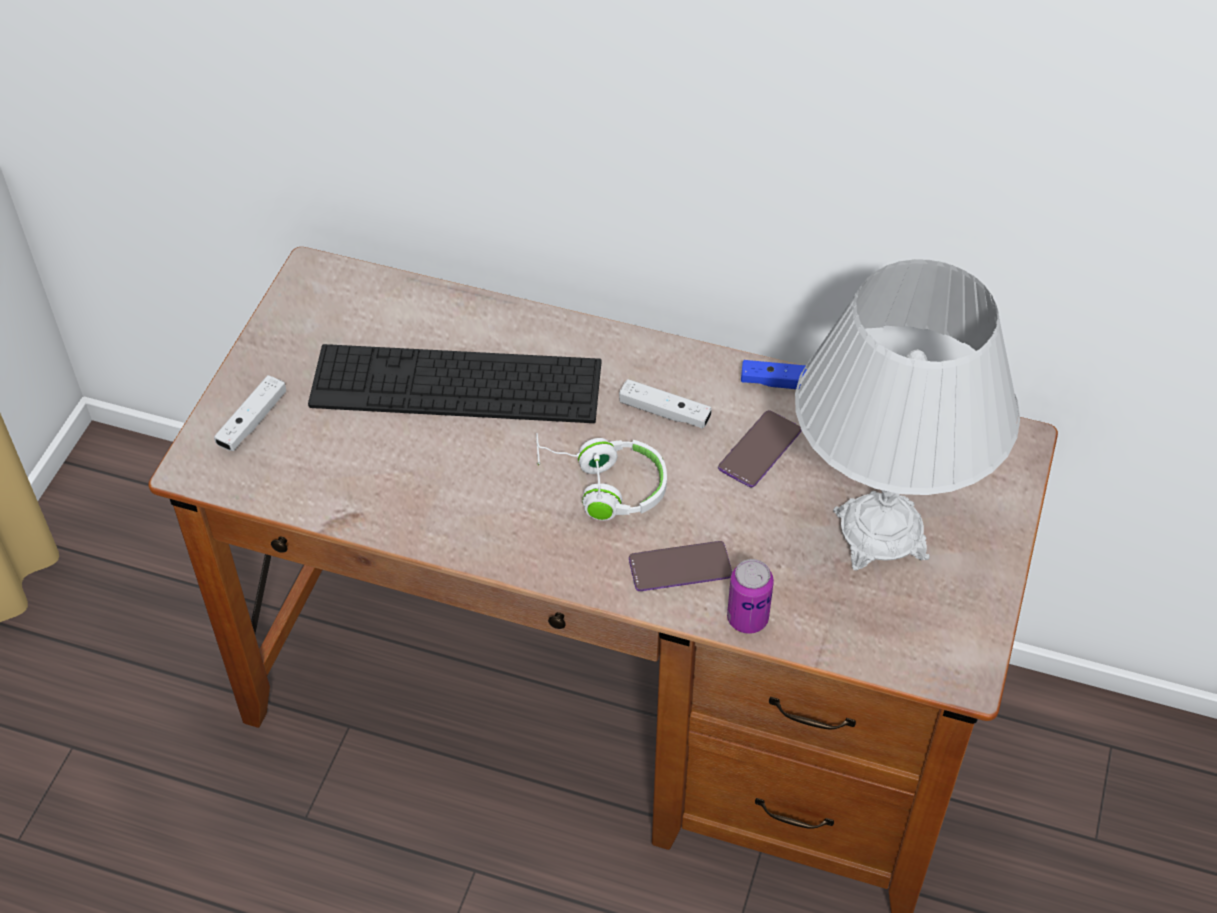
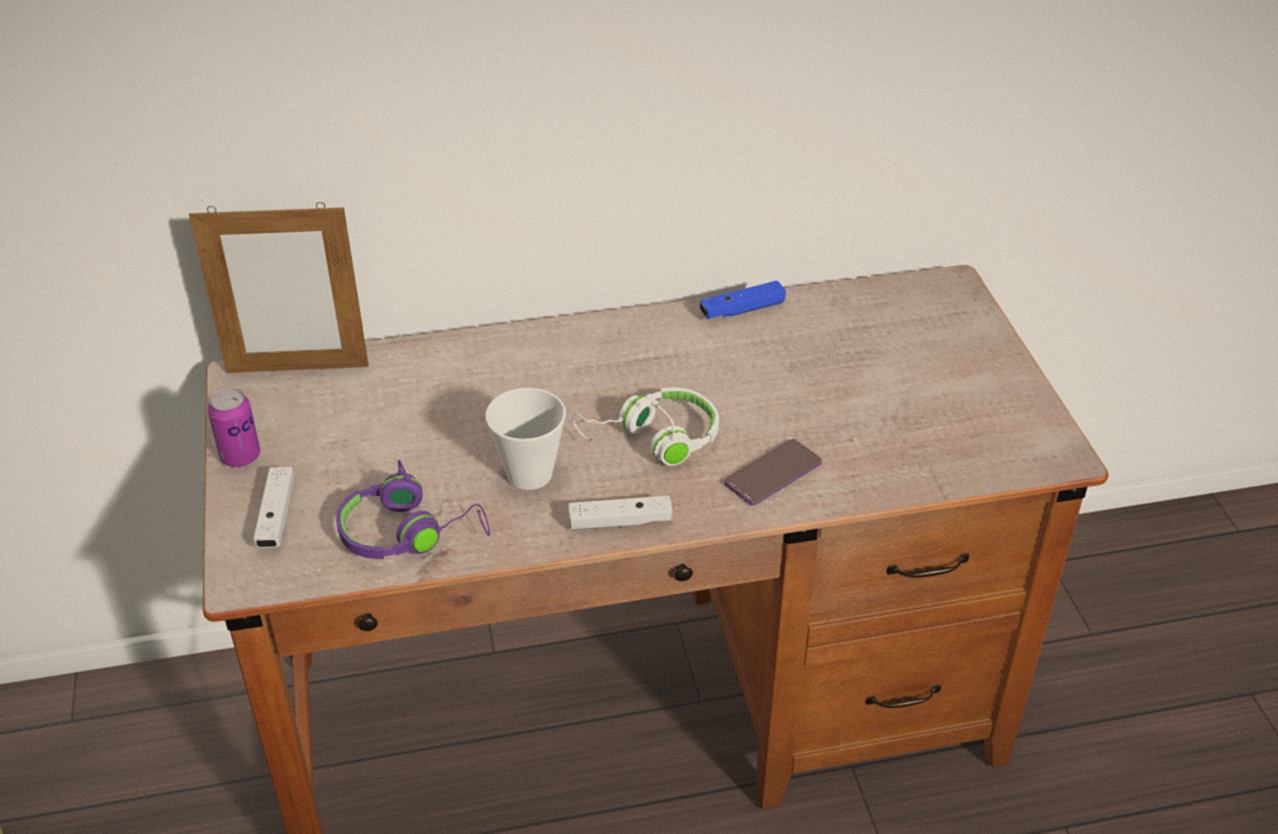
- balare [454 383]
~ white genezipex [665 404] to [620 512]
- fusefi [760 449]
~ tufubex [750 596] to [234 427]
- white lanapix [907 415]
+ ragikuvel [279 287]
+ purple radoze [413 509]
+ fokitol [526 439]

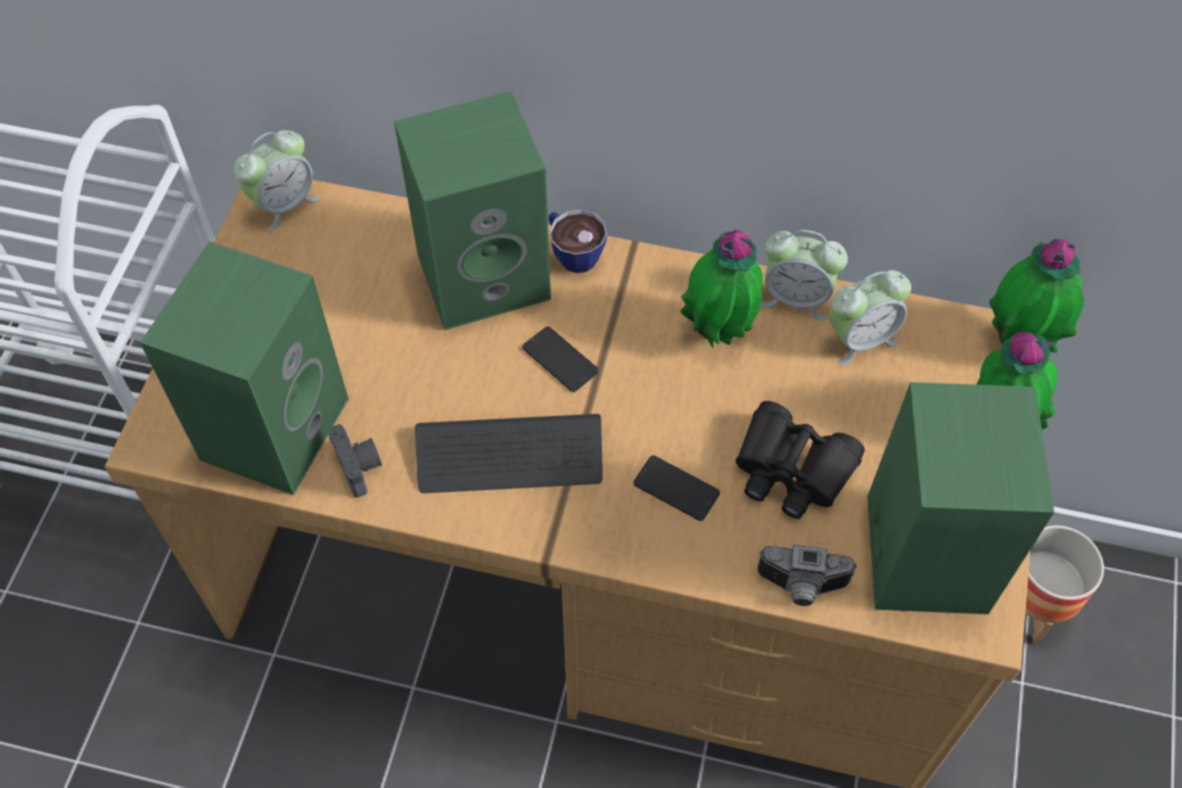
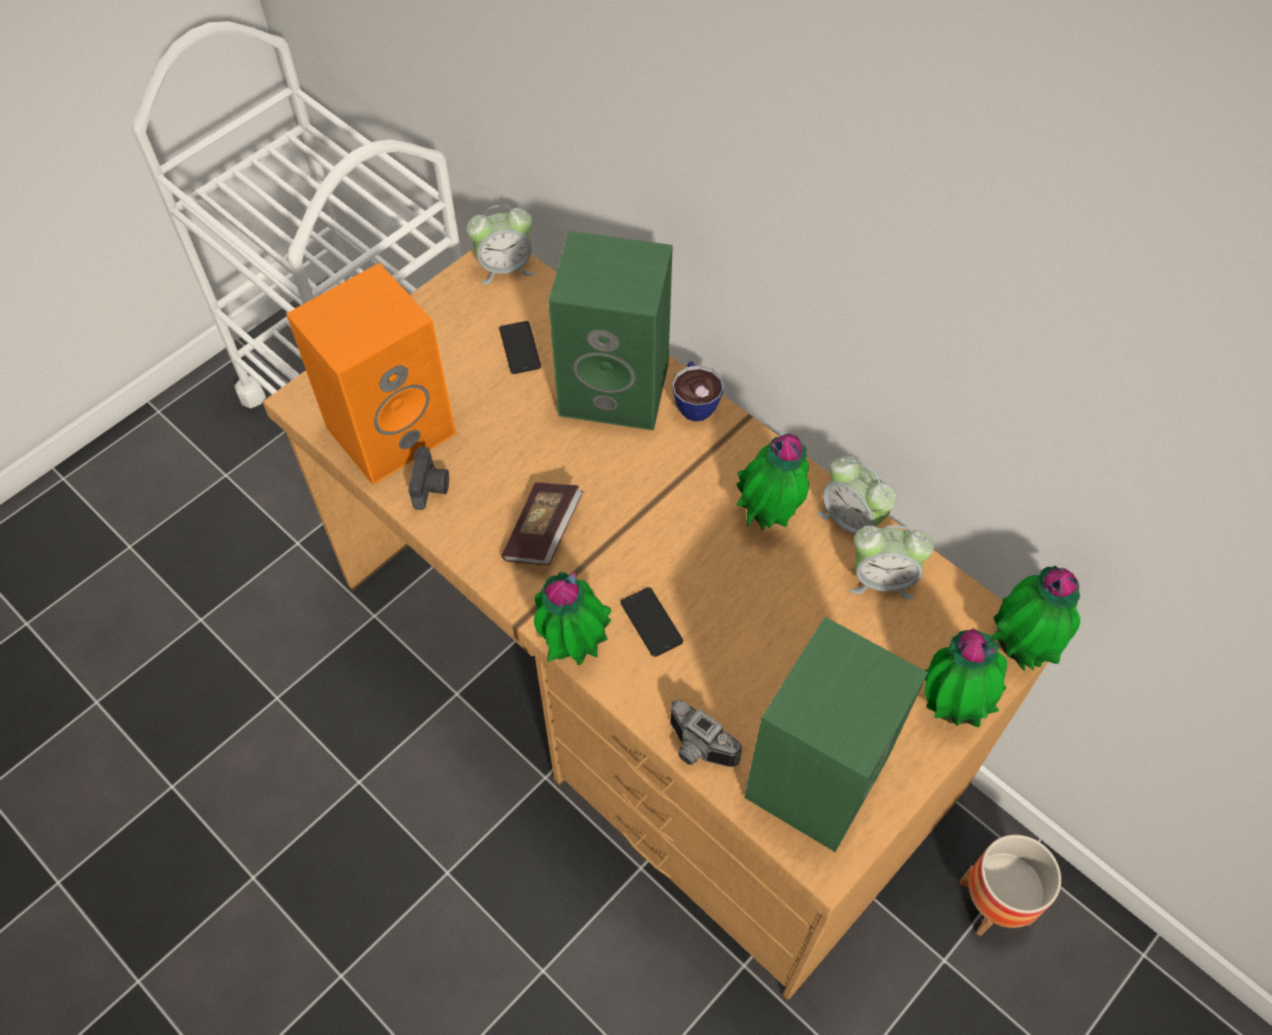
~ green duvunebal [244 368] to orange duvunebal [371 374]
~ balare [509 453] to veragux [542 524]
~ fusefi [560 359] to [520 347]
- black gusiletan [800 460]
+ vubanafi [572 618]

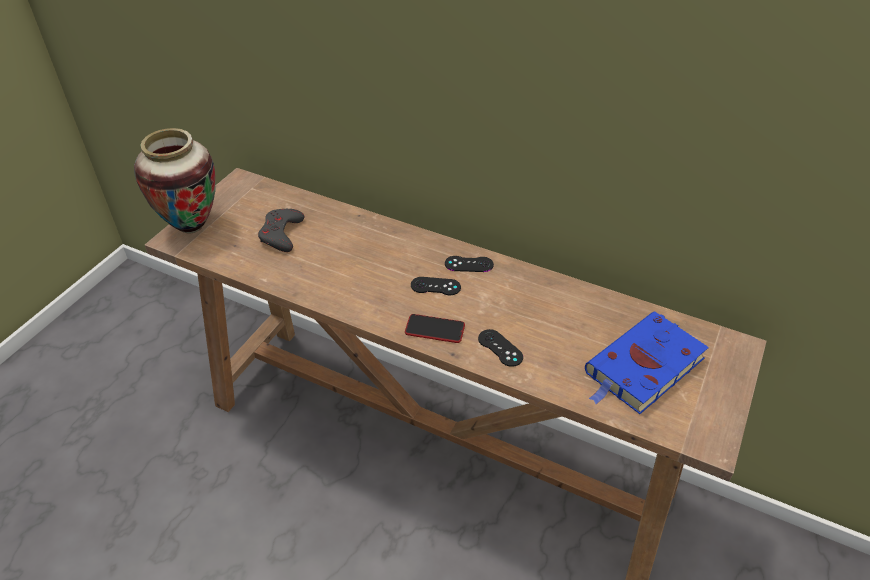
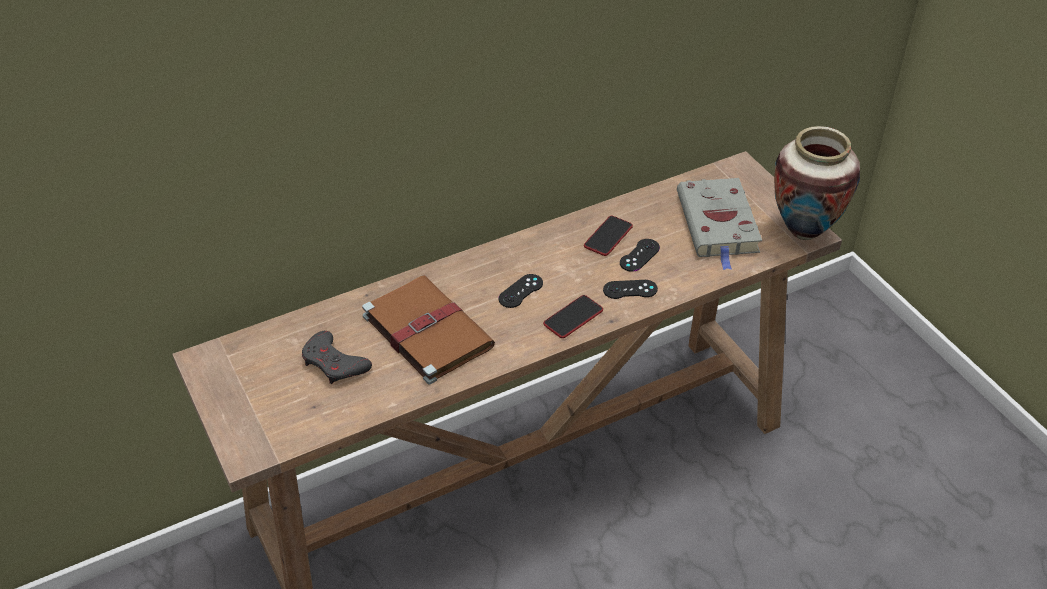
~ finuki [175 181] to [817 183]
~ black genezipex [469 264] to [640 255]
~ blue veragux [647 362] to grey veragux [719 224]
+ brown veragux [428 329]
+ fusefi [608 236]

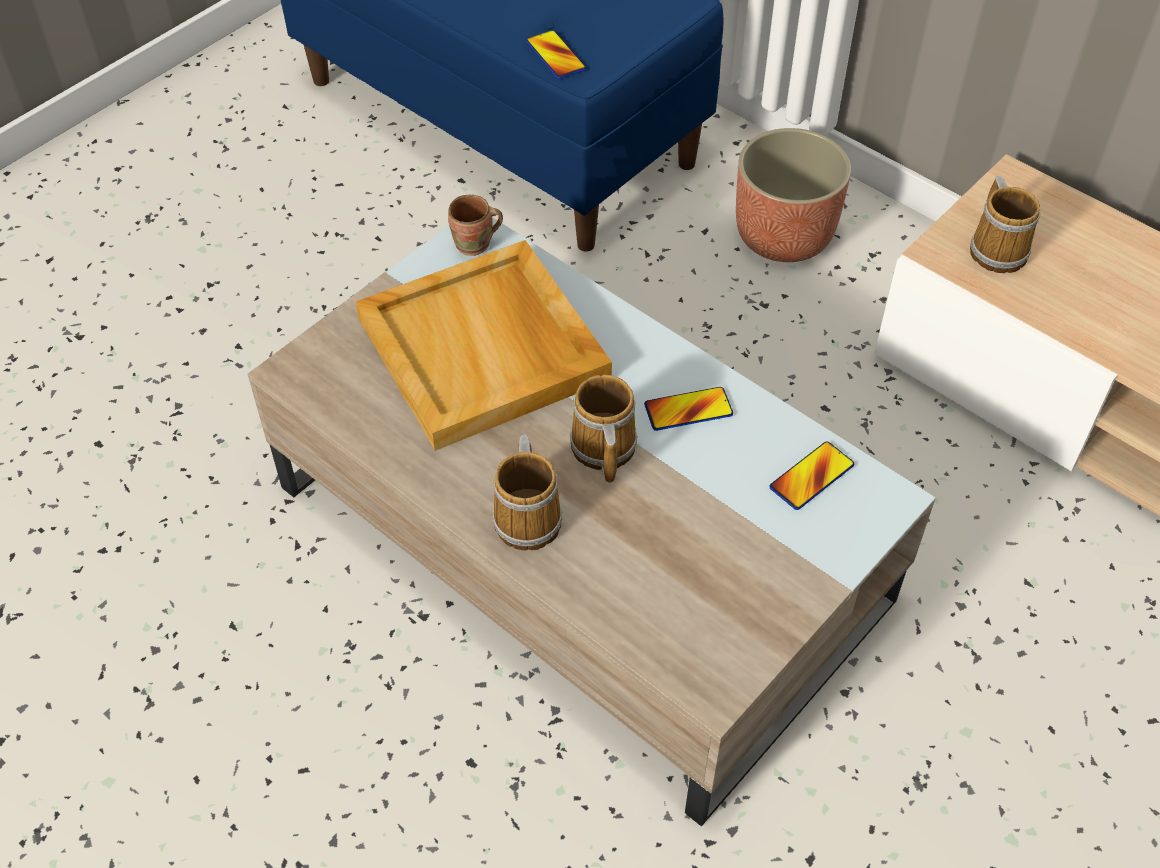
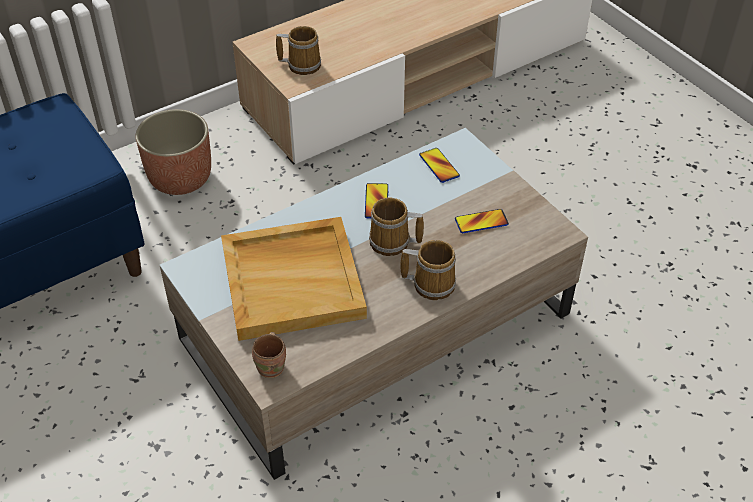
~ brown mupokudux [475 225] to [269 355]
~ fusefi [556 54] to [482 221]

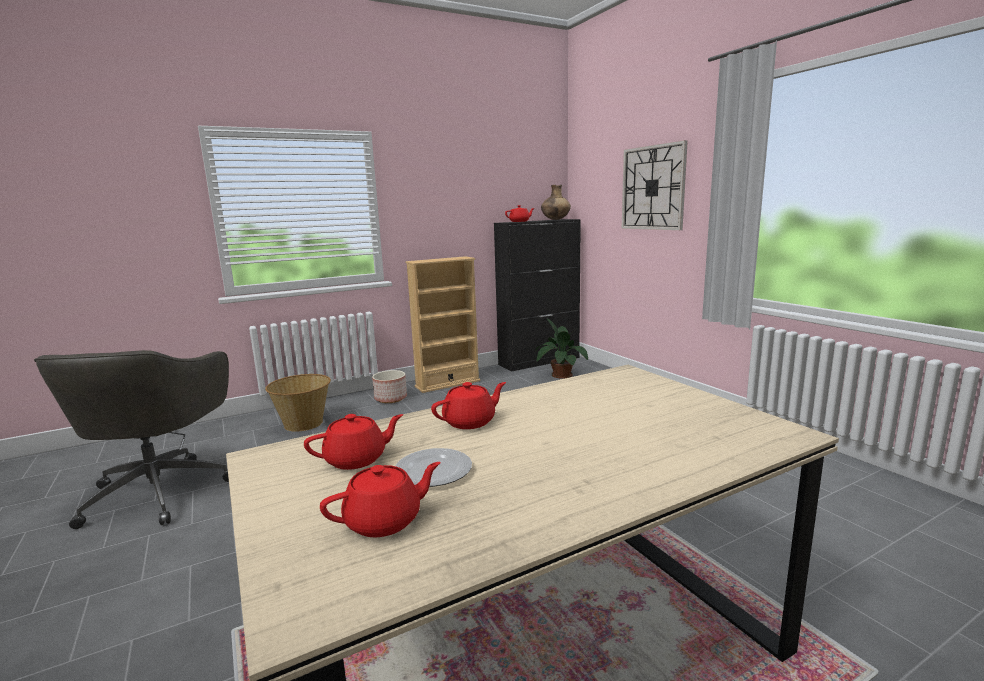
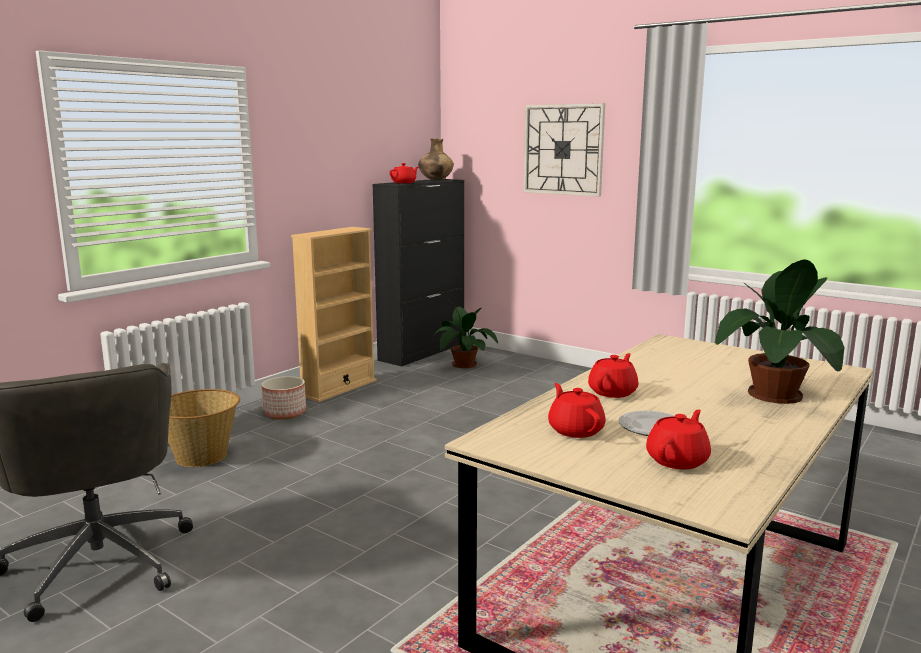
~ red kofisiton [353 442] = [577 410] 60 degrees counterclockwise
+ vubanafi [779 331]

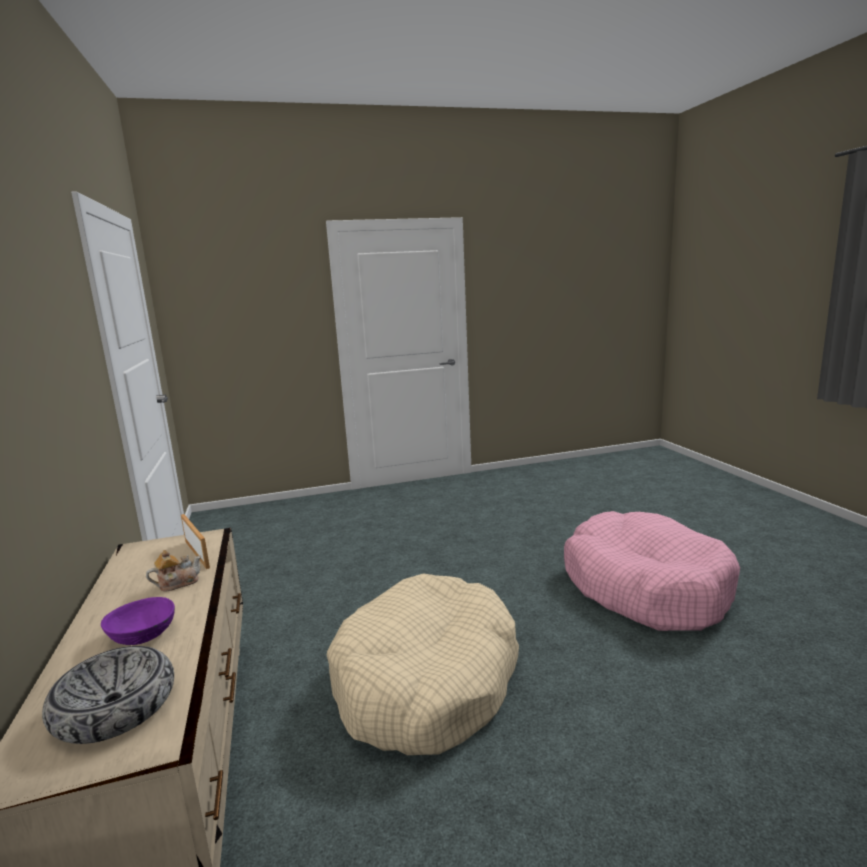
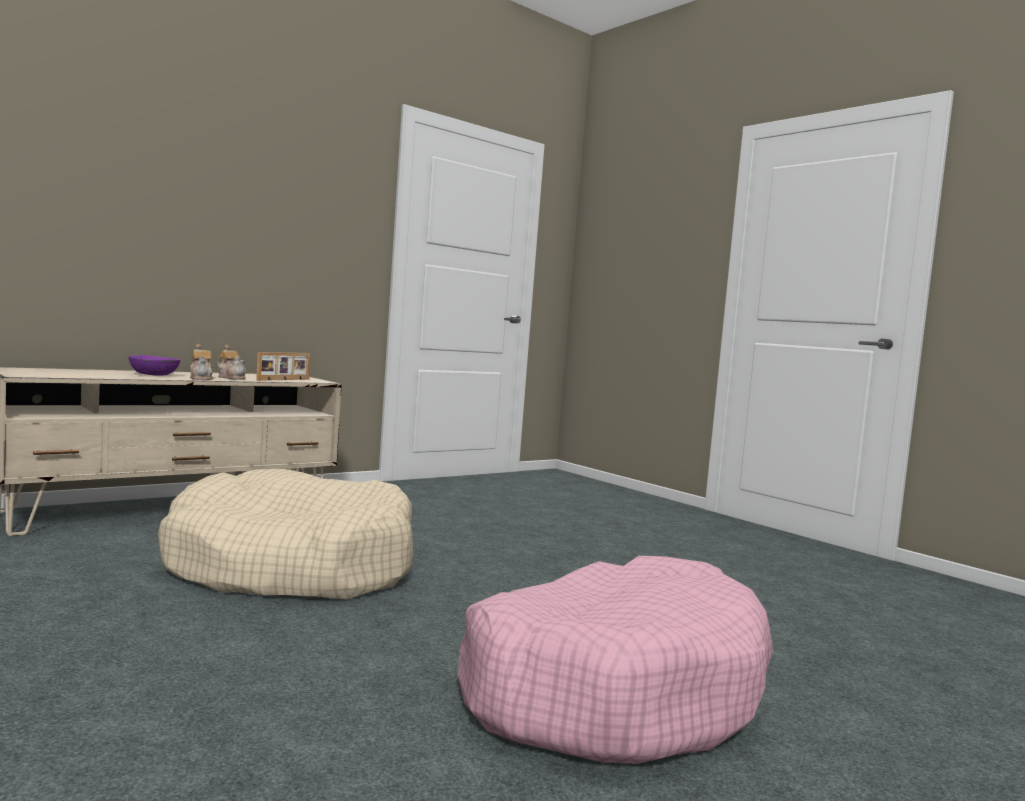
- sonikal [108 695]
+ kofisiton [201 362]

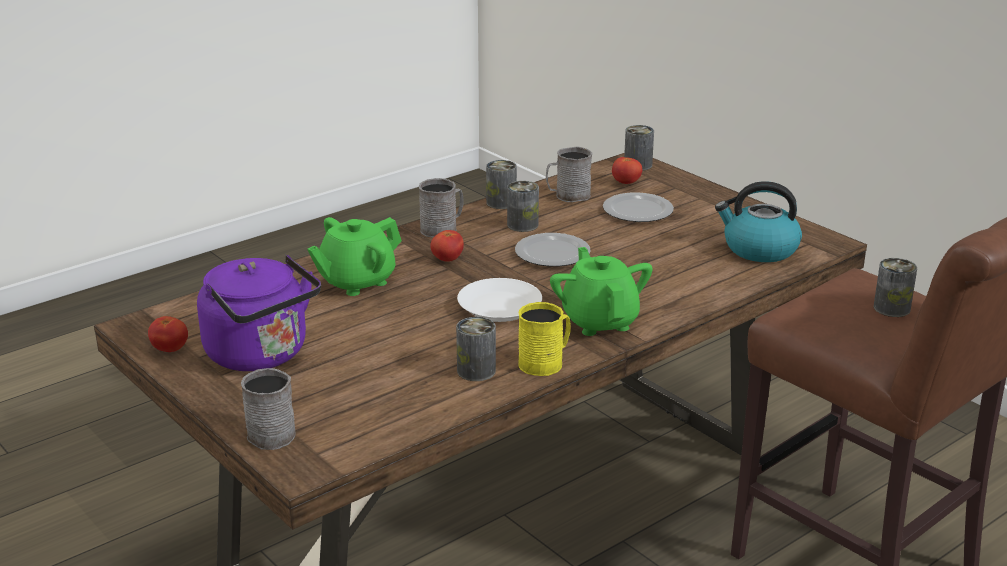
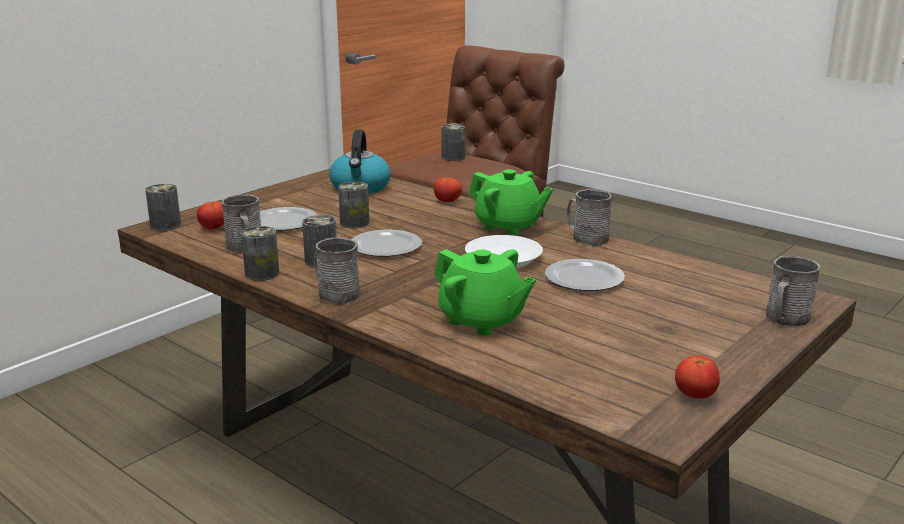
- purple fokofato [259 313]
~ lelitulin [447 246] to [448 189]
~ tufubex [476 349] to [353 205]
~ yellow mupokudux [545 339] to grey mupokudux [589 217]
~ green kofisiton [601 291] = [511 202] 120 degrees counterclockwise
+ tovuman [585 275]

